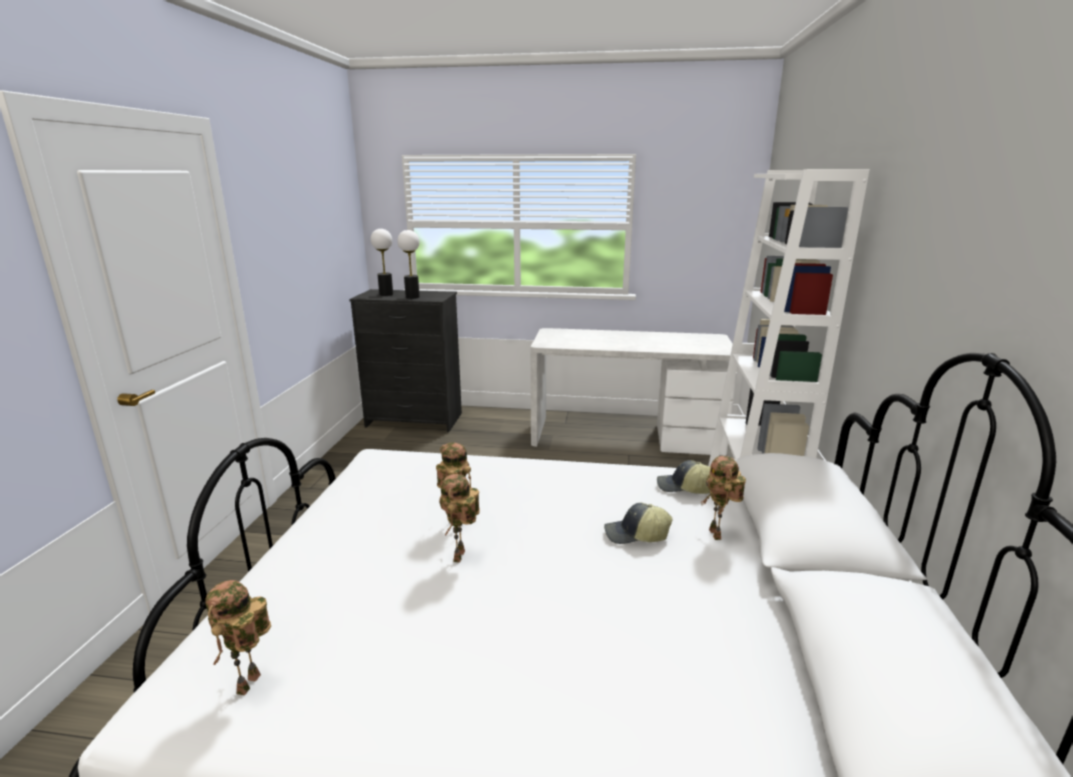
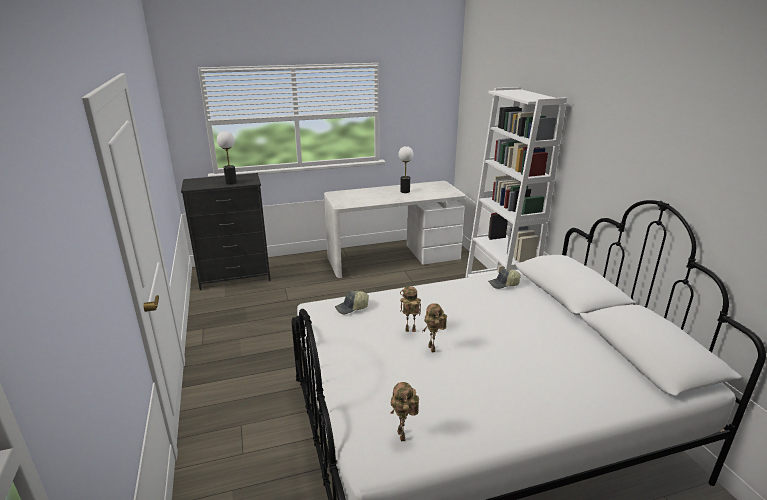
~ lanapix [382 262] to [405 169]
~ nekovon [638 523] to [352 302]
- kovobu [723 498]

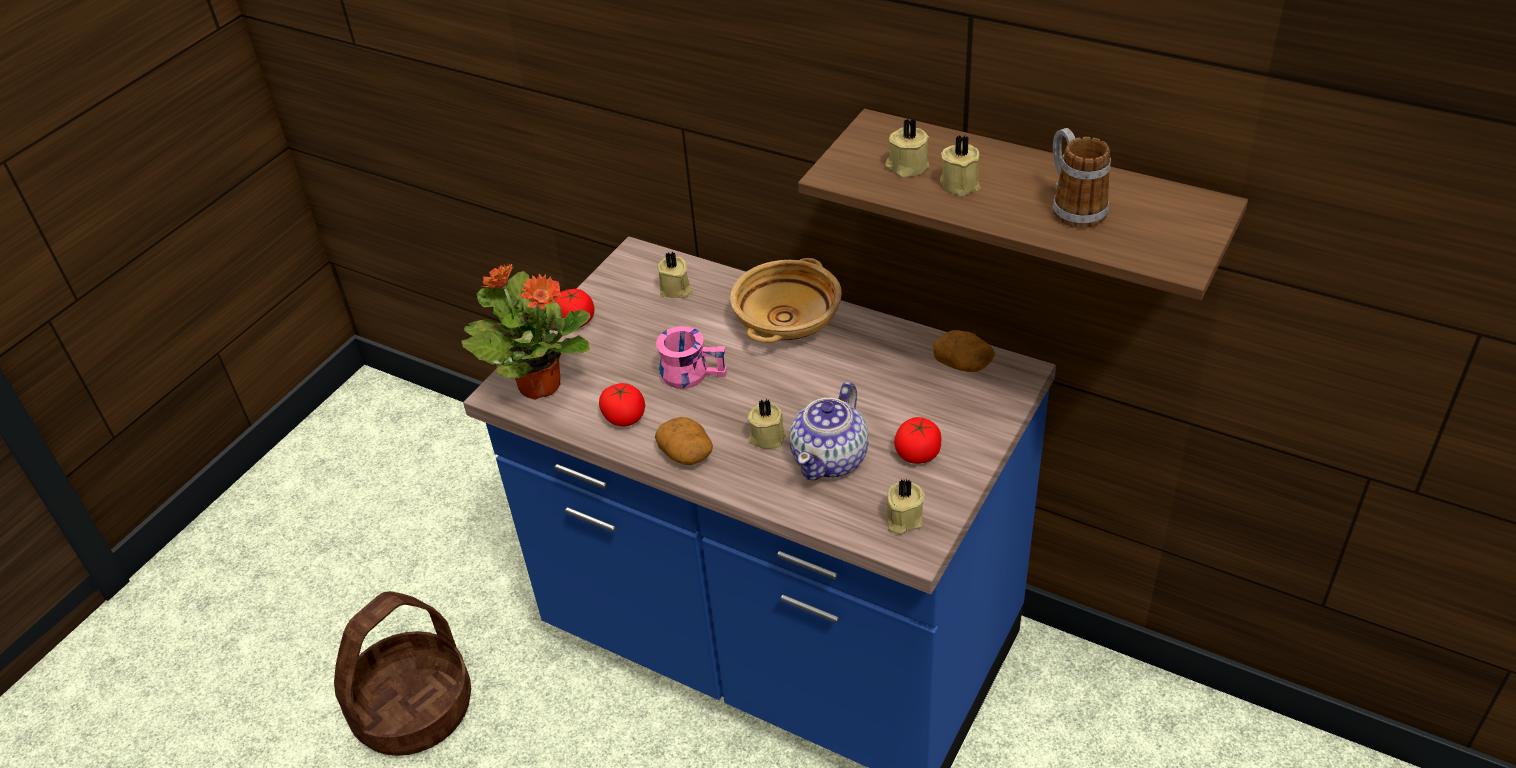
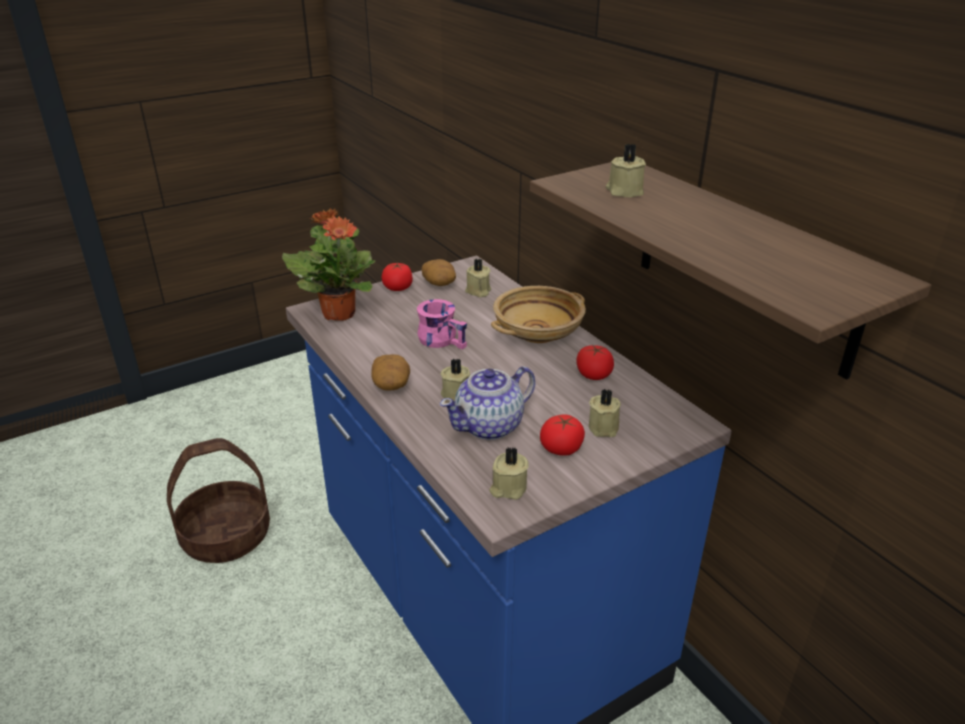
~ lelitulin [622 404] to [595 362]
~ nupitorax [964 351] to [439 272]
~ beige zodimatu [960 165] to [605 413]
- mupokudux [1082 178]

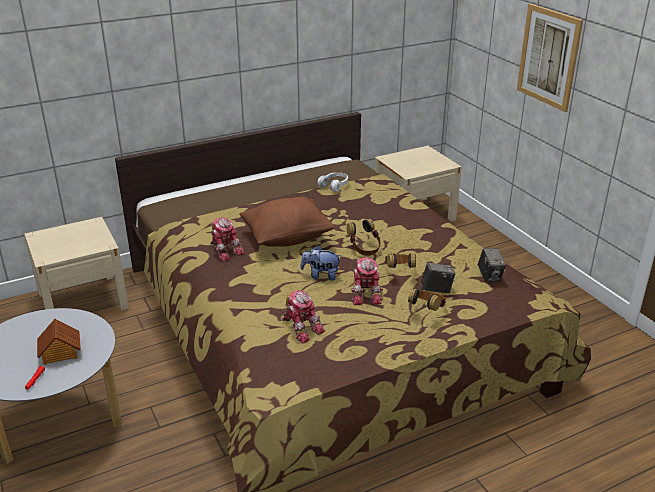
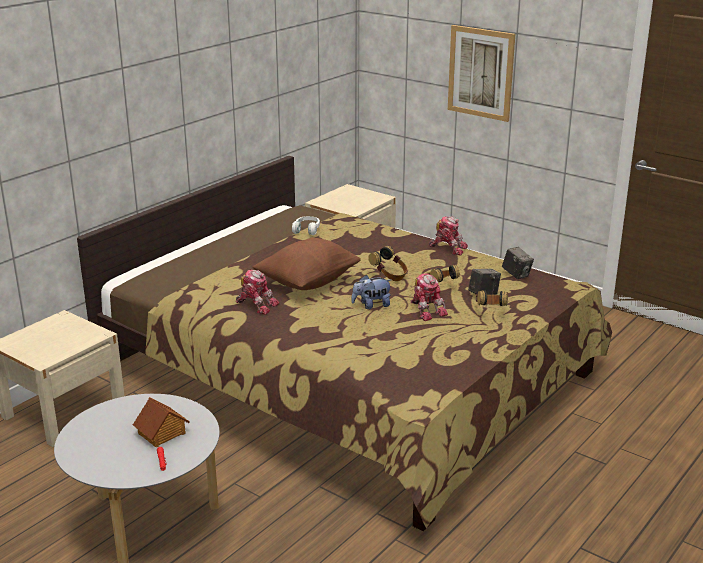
~ kovobu [303 317] to [448 235]

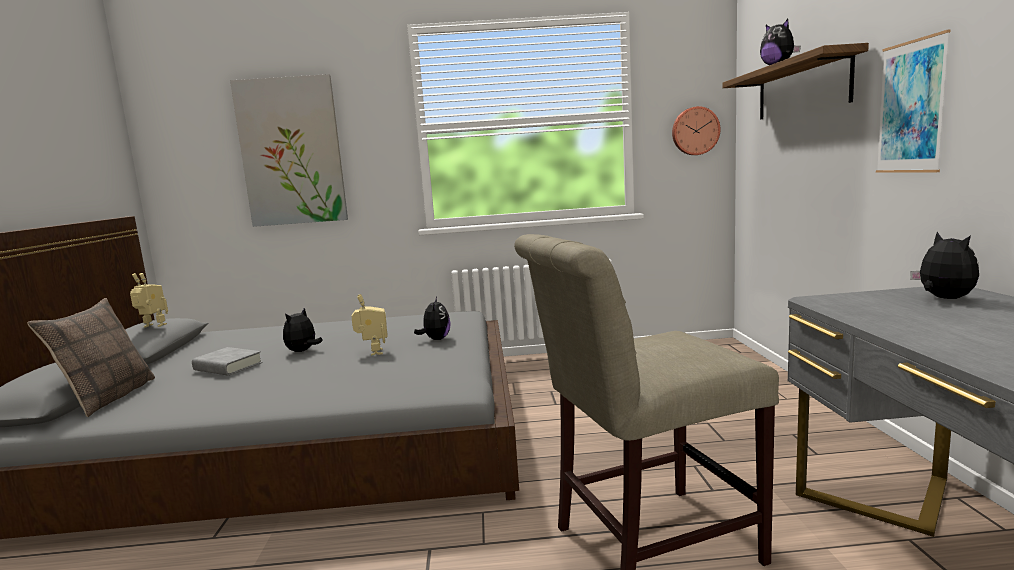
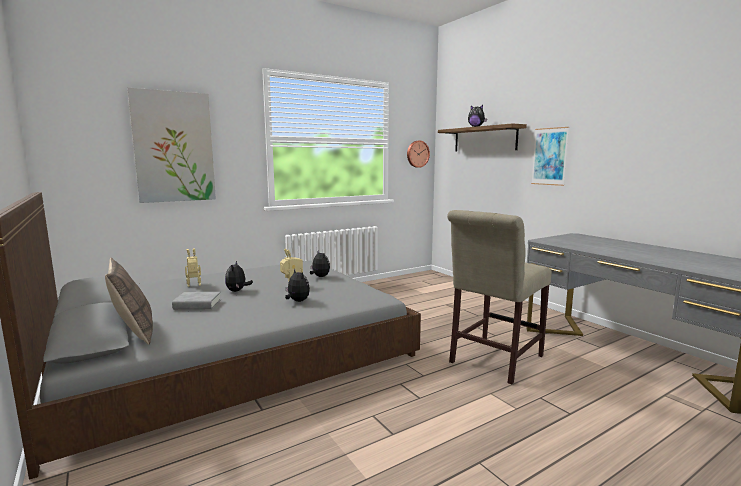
~ kovobu [149 300] to [193 267]
~ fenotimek [944 265] to [297 285]

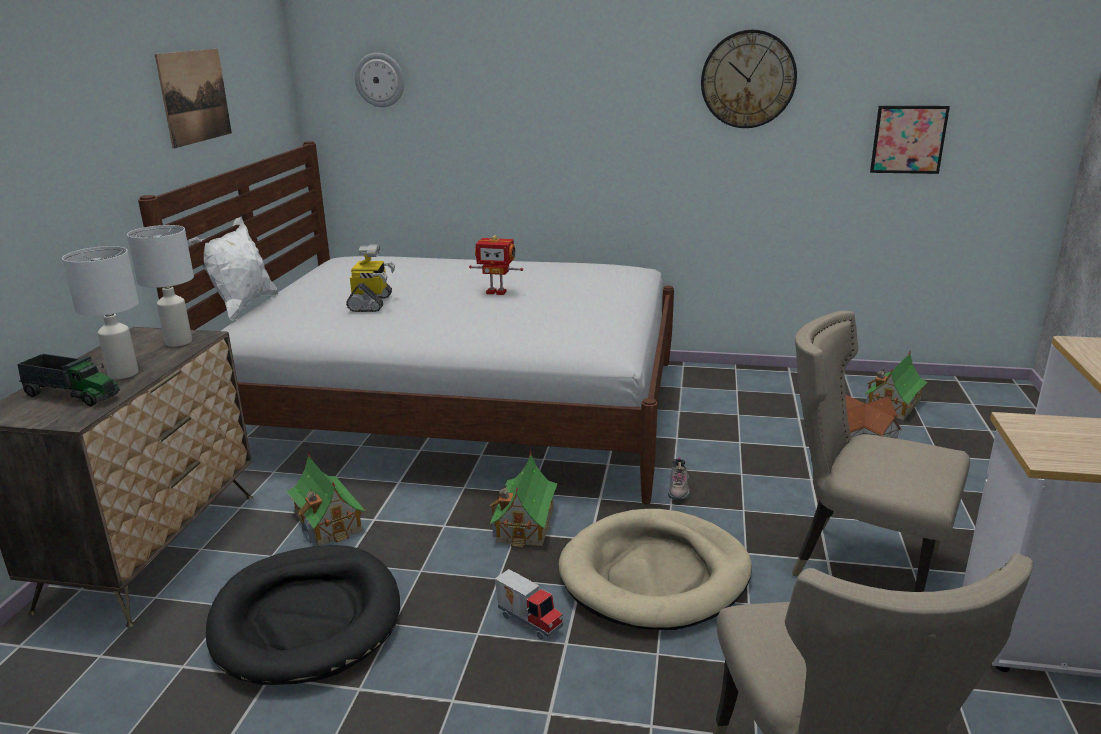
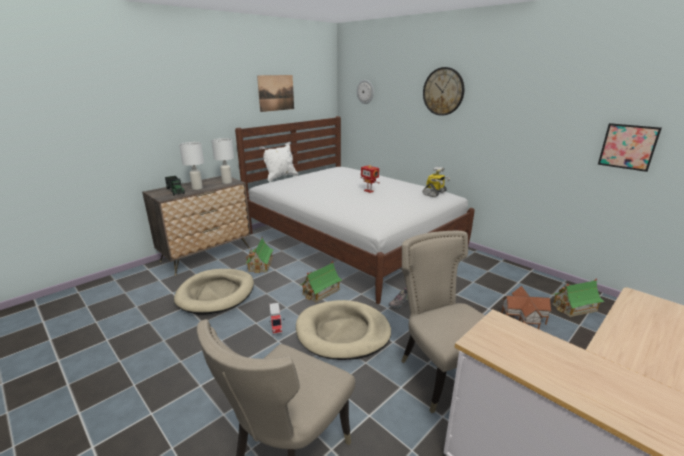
~ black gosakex [303 615] to beige gosakex [214 292]
~ kovobu [370 278] to [436 182]
~ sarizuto [749 79] to [443 91]

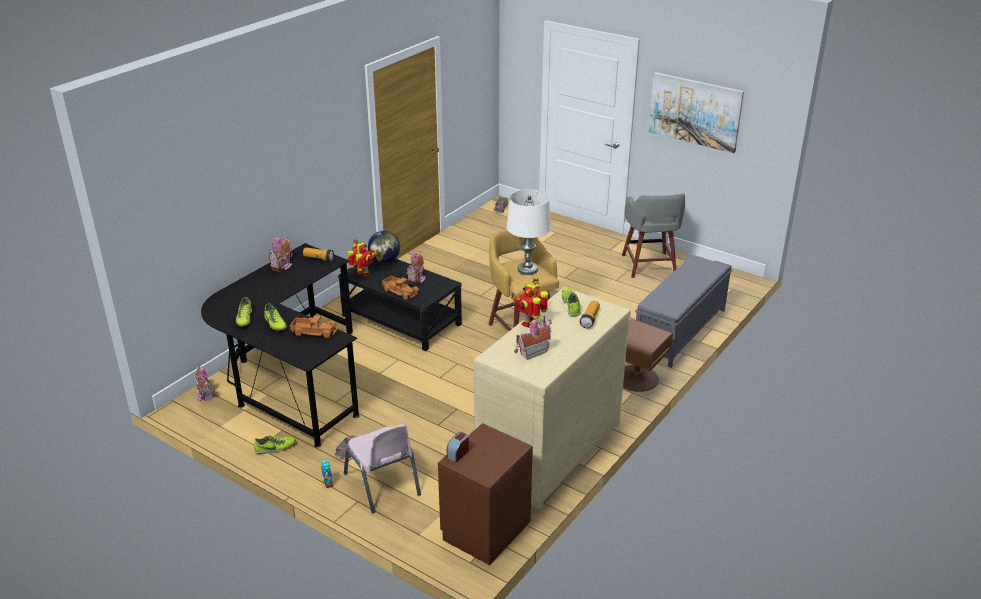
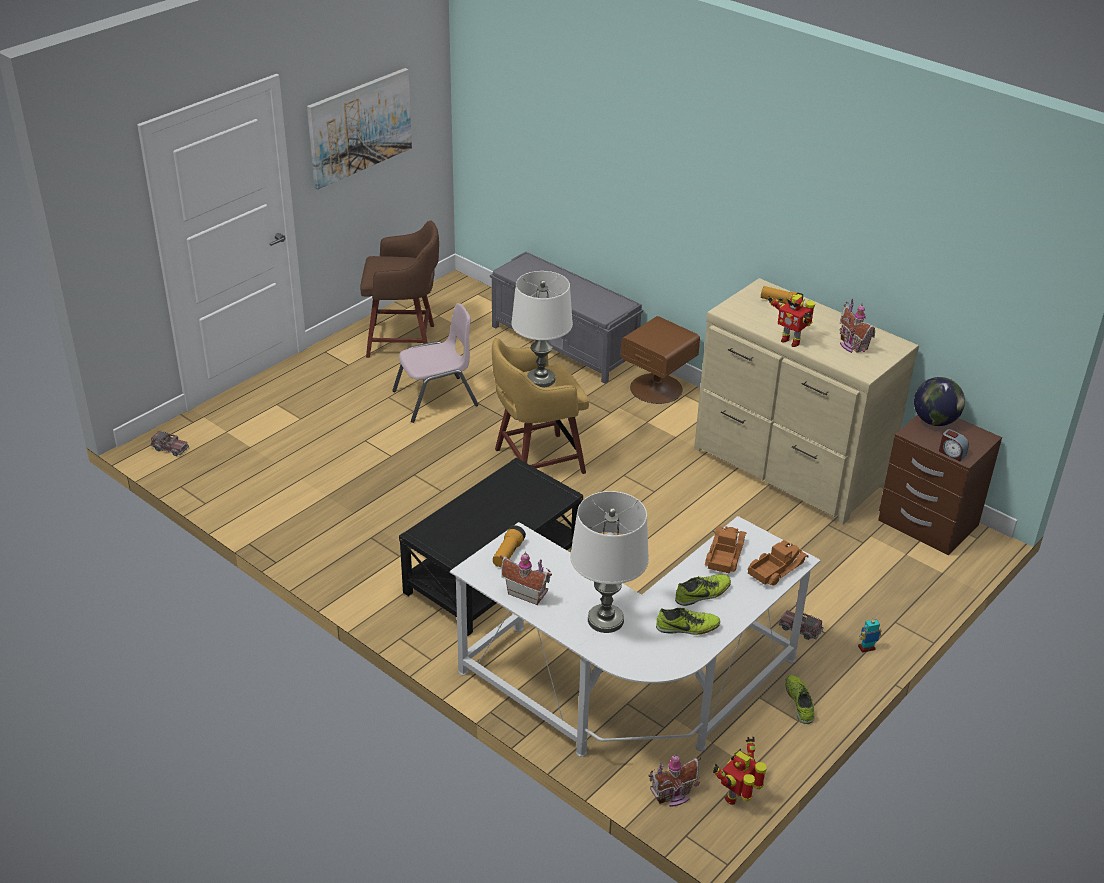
~ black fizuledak [280 345] to white fizuledak [635 636]
~ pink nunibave [382 468] to [435 363]
~ kovobu [363 258] to [740 771]
~ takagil [384 247] to [939 401]
~ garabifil [400 288] to [778 562]
- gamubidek [416 268]
- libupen [571 302]
~ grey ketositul [653 235] to brown ketositul [399 289]
+ white lanapix [609 562]

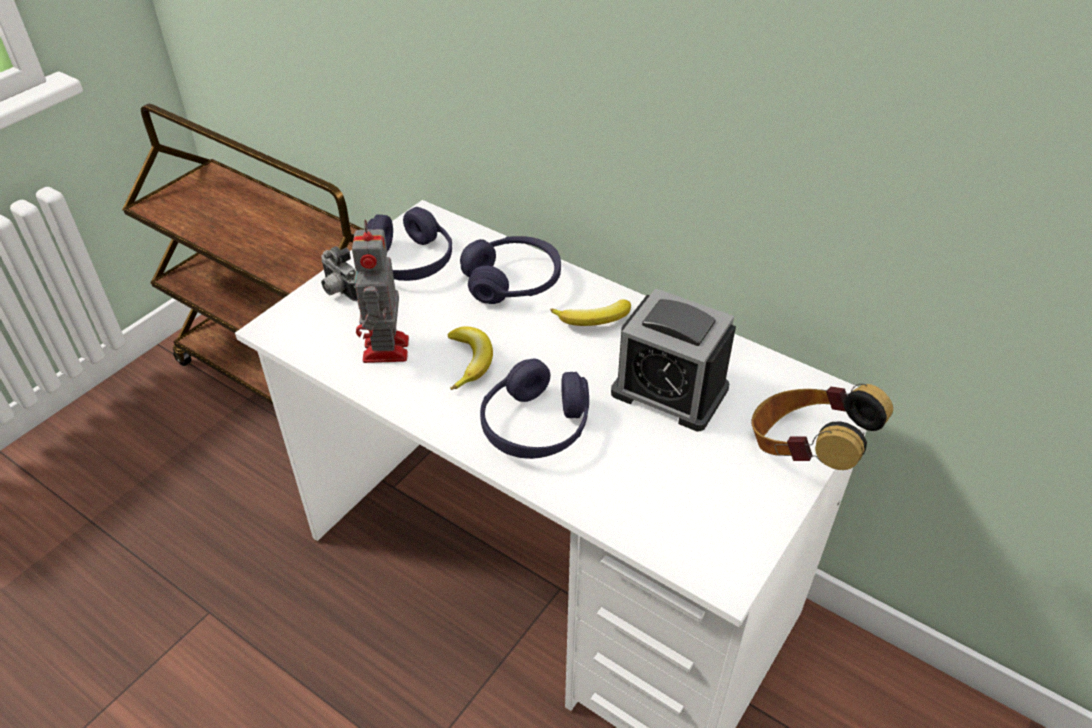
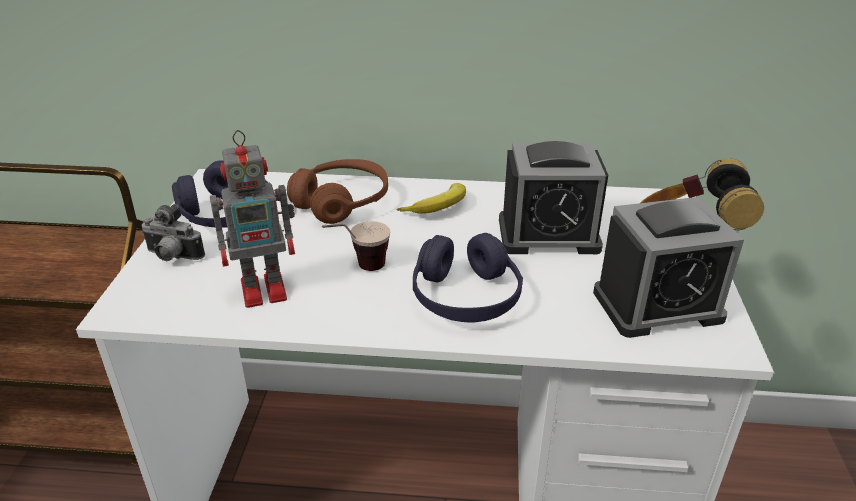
~ kovobu [380 291] = [252 219] 75 degrees counterclockwise
~ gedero [470 358] to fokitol [356 246]
~ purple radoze [510 270] to brown radoze [337 191]
+ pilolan [668 267]

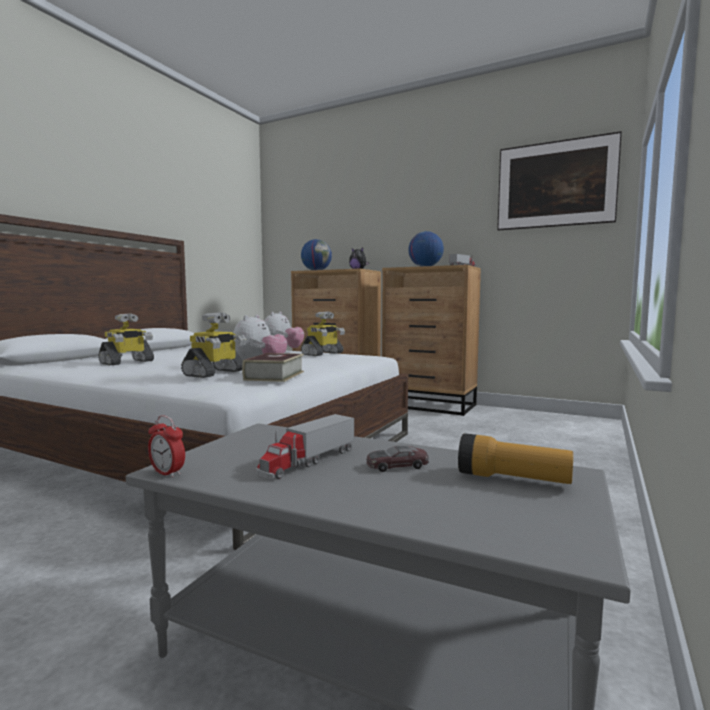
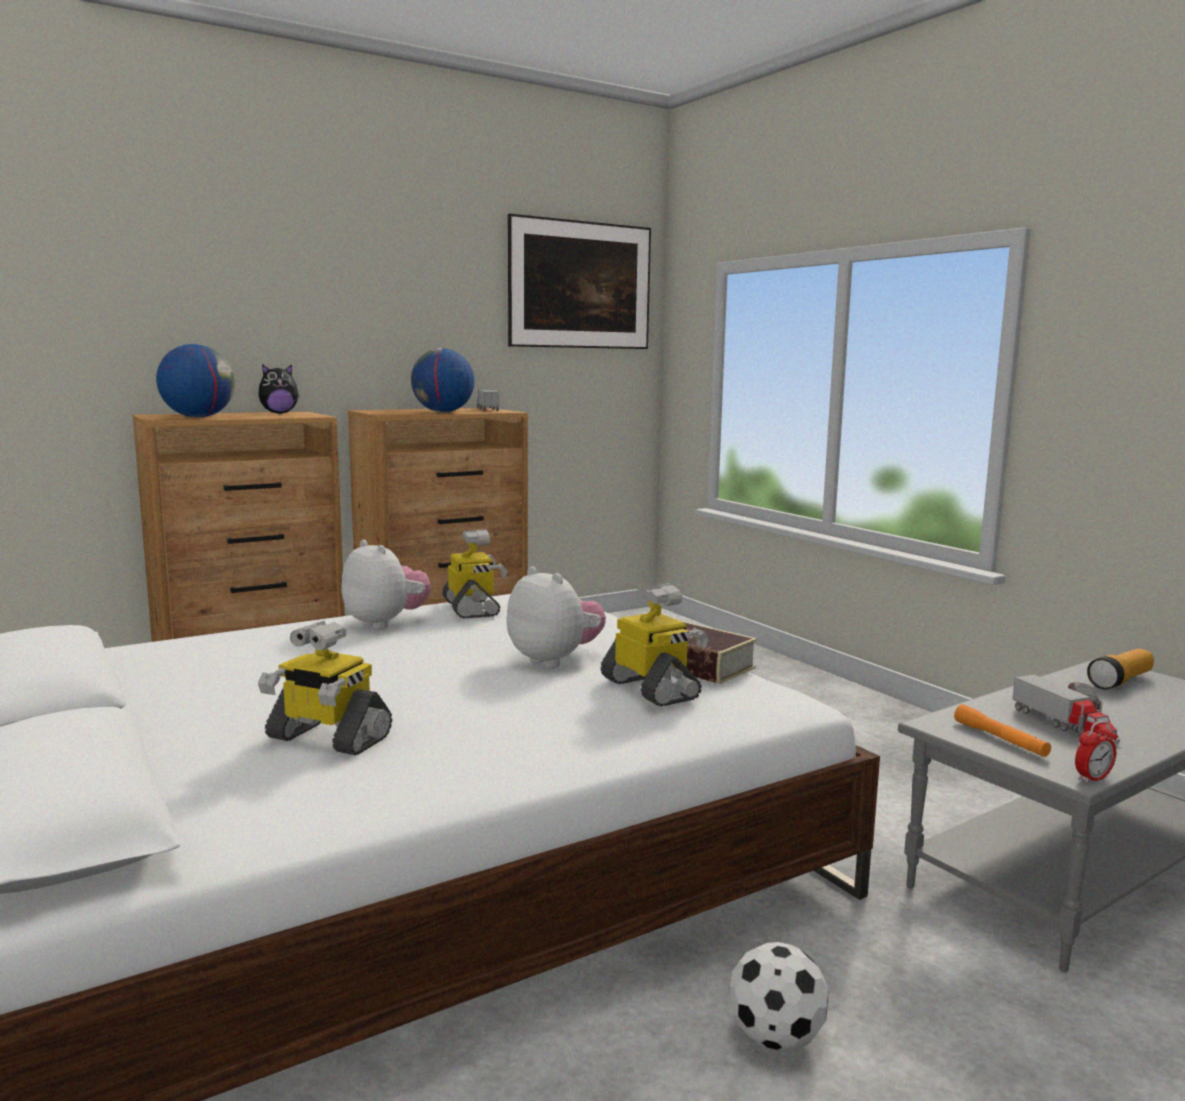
~ kovobu [126 339] = [325 688] 135 degrees clockwise
+ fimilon [779 996]
+ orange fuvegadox [1002 730]

